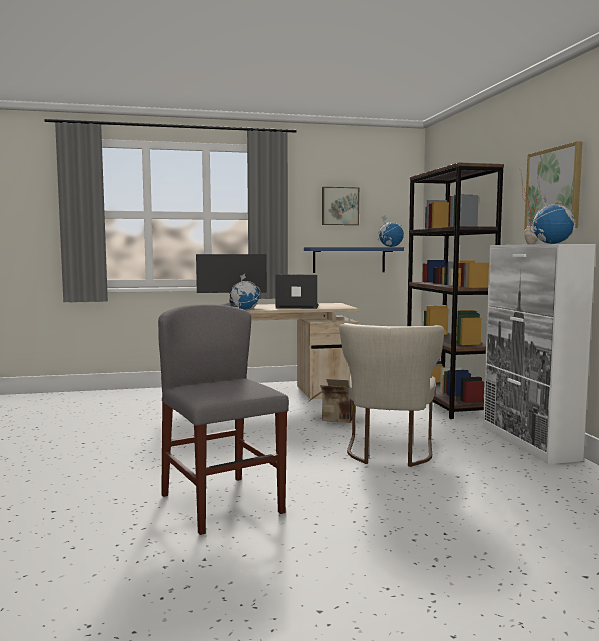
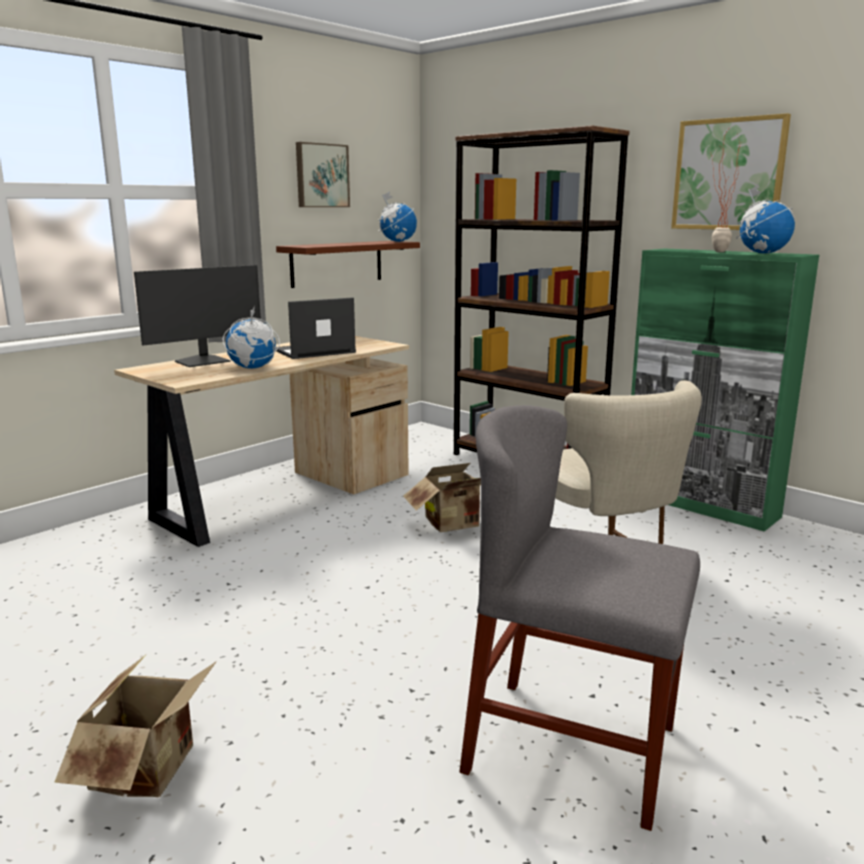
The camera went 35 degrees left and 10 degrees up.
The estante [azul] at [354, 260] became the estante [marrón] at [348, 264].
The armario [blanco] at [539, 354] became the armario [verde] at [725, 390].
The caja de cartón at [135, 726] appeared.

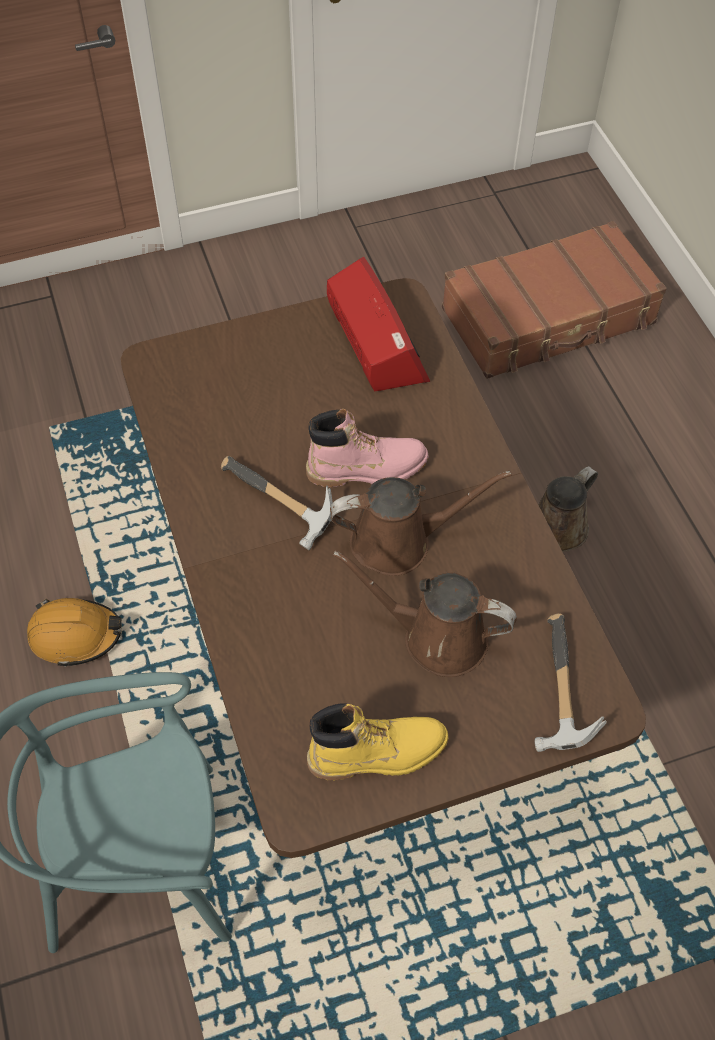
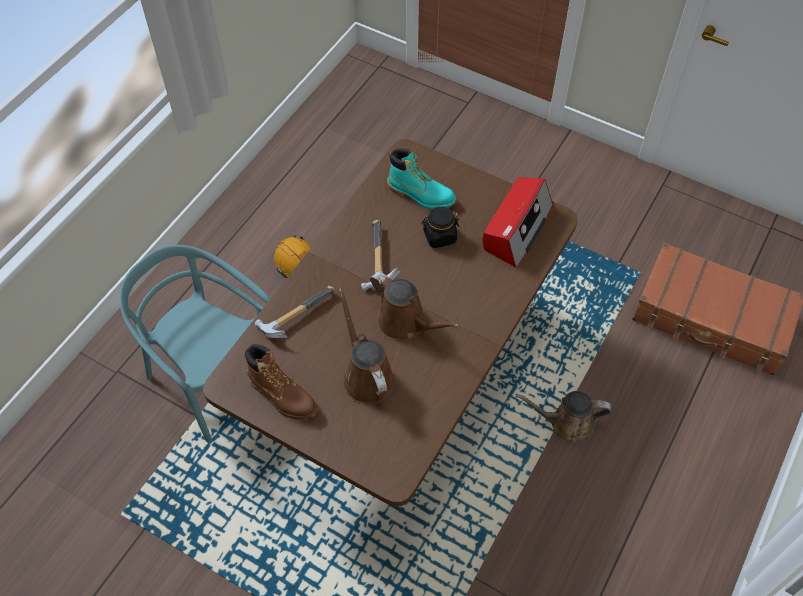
The camera went 50 degrees right and 0 degrees up.
The bota [rosa] at [367, 448] disappeared.
The bota [amarillo] at [378, 741] became the bota [marrón] at [281, 382].
The martillo moved from [570, 682] to [295, 312].
The bota [turquesa] at [421, 178] appeared.
The tarro [negro] at [440, 227] appeared.

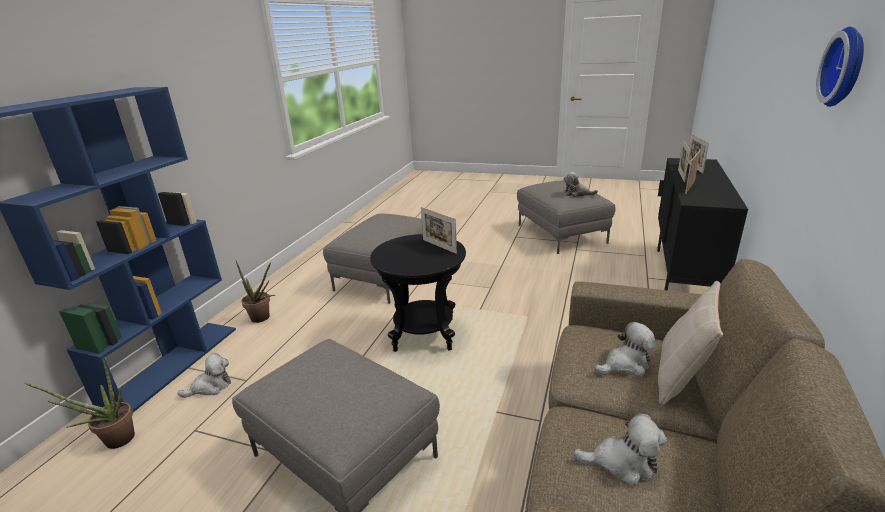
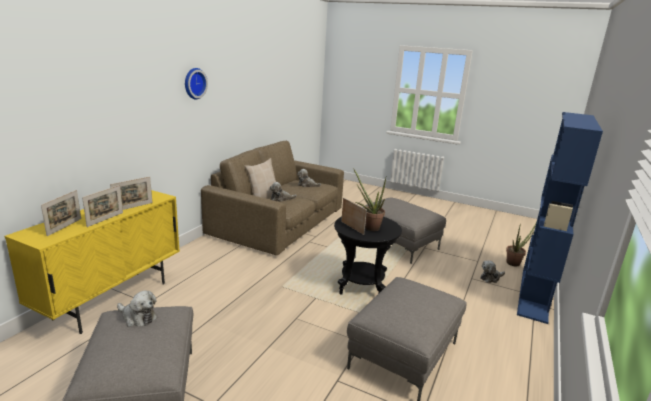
The camera went 175 degrees left and 5 degrees down.
The planta en maceta moved from [255, 291] to [369, 199].
The armario [negro] at [702, 224] became the armario [amarillo] at [92, 262].

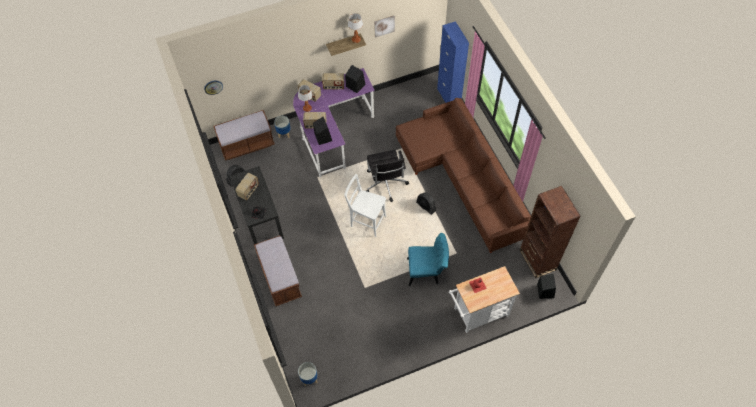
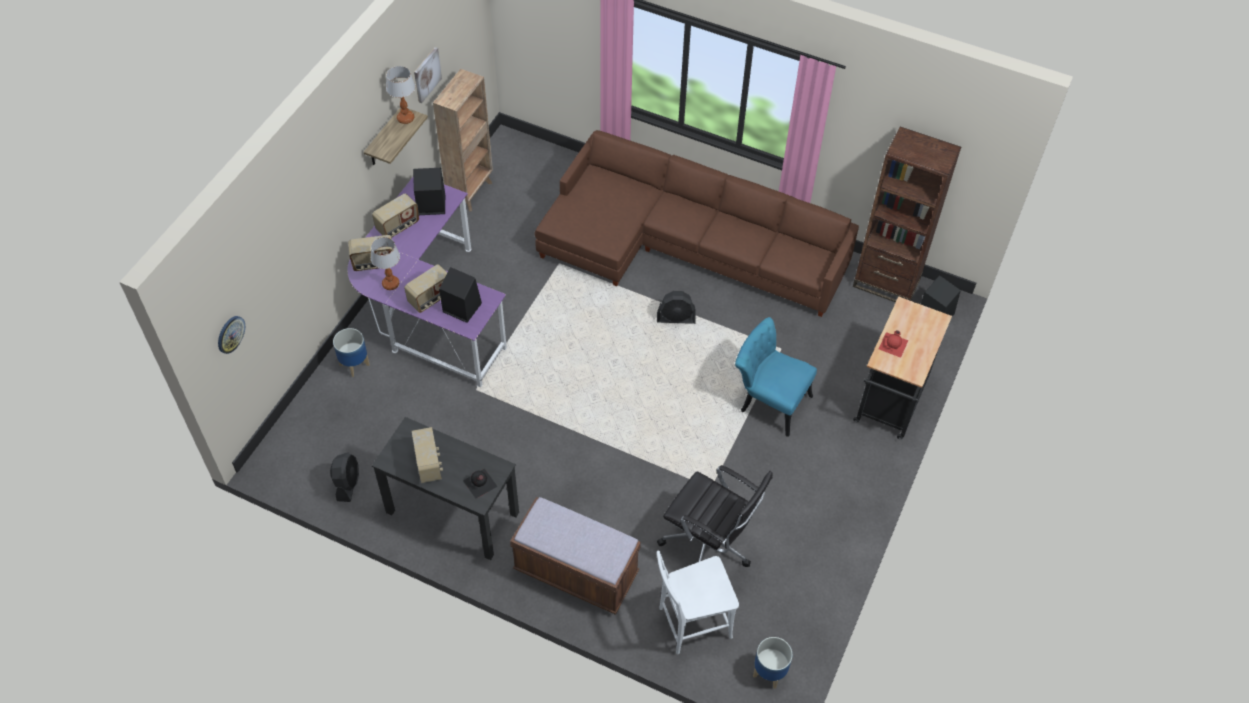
The camera went 45 degrees left and 5 degrees down.
The banco [marrón] at [244, 135] disappeared.
The silla [blanco] moved from [365, 205] to [698, 603].
The silla de oficina [negro] moved from [387, 176] to [715, 516].
The silla [turquesa] at [428, 259] turned 105 degrees counterclockwise.
The armario [azul] at [453, 62] disappeared.
The carrito [blanco] at [484, 299] became the carrito [negro] at [902, 368].
The estantería [marrón] at [463, 140] appeared.

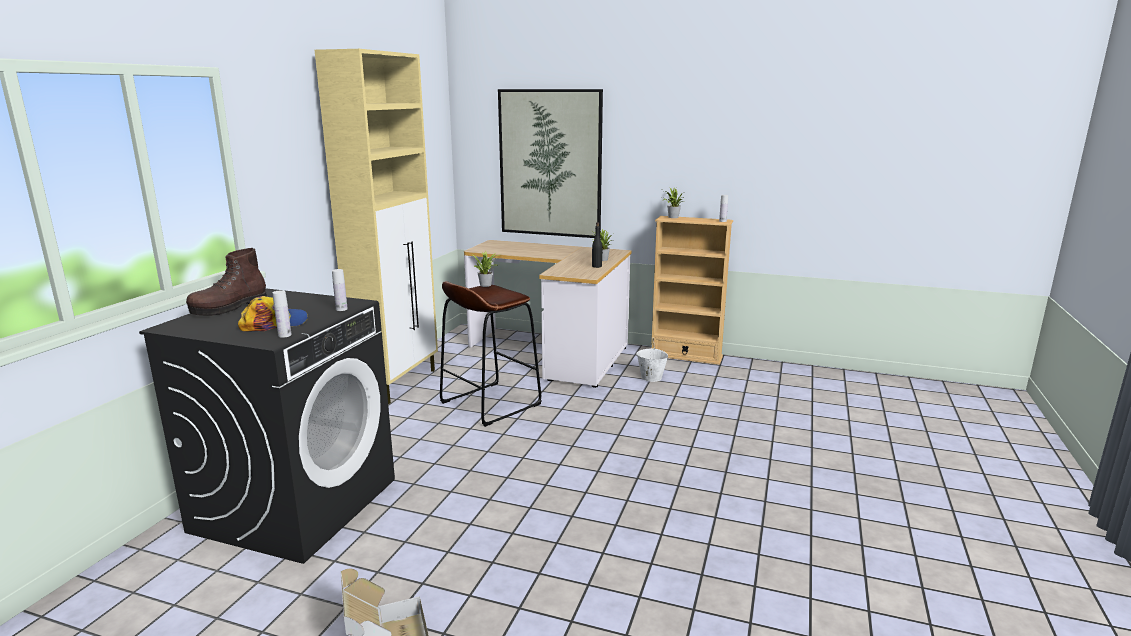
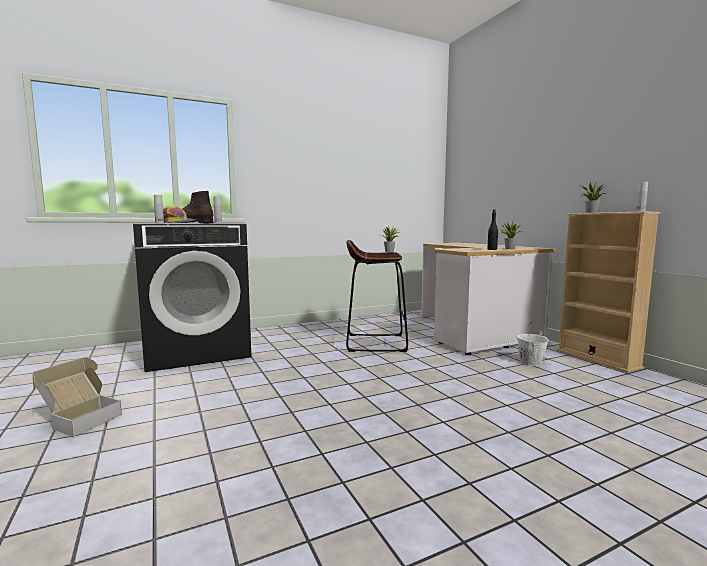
The camera went 45 degrees right and 10 degrees down.
The armario [beis] at [376, 226] disappeared.
The cuadro at [550, 163] disappeared.

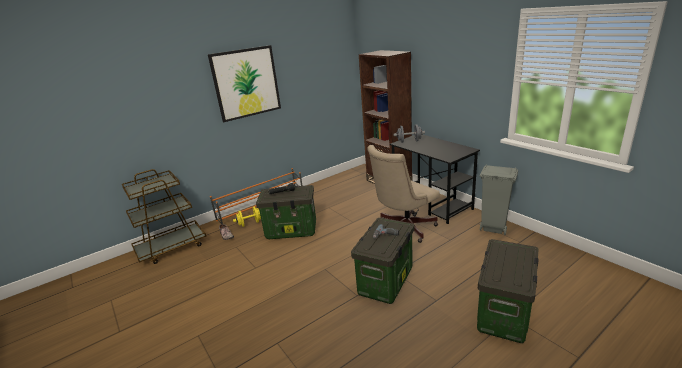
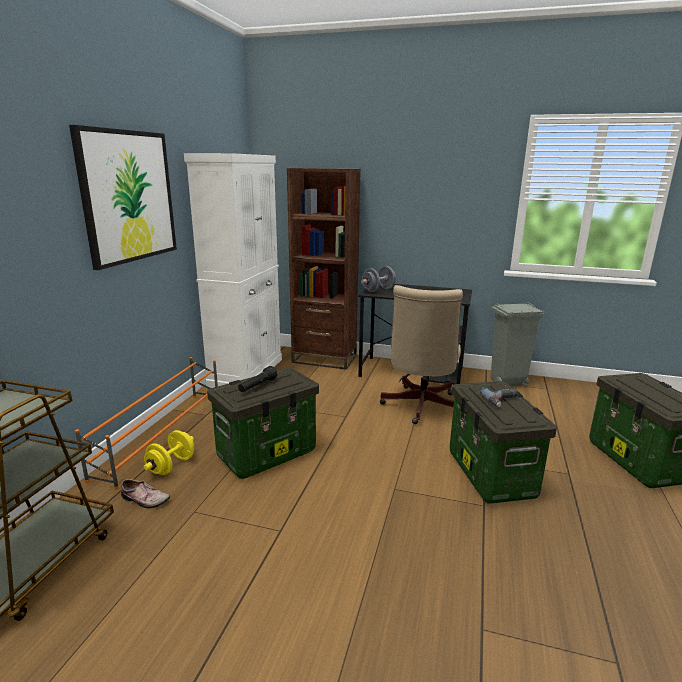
The camera went 40 degrees left and 5 degrees down.
The armario [blanco] at [233, 270] appeared.

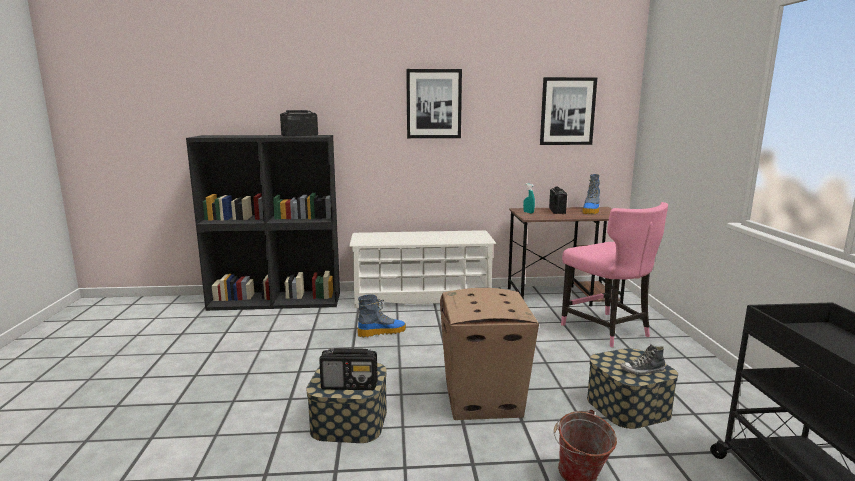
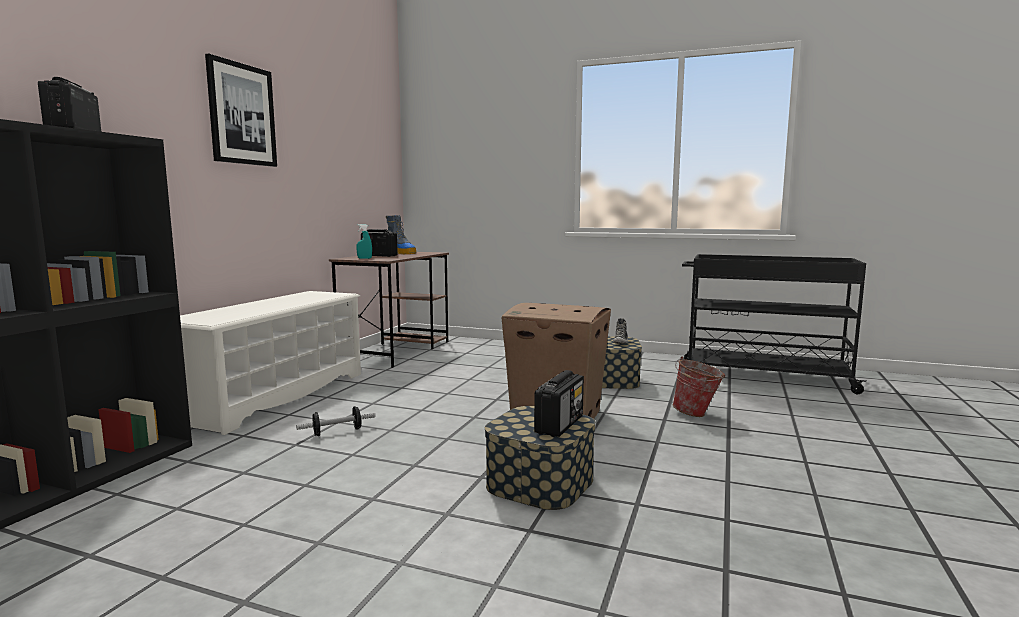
The camera went 65 degrees left and 5 degrees down.
The bota at [381, 315] was replaced by the mancuerna at [335, 421].
The cuadro at [568, 111] disappeared.
The silla [rosa] at [614, 274] disappeared.

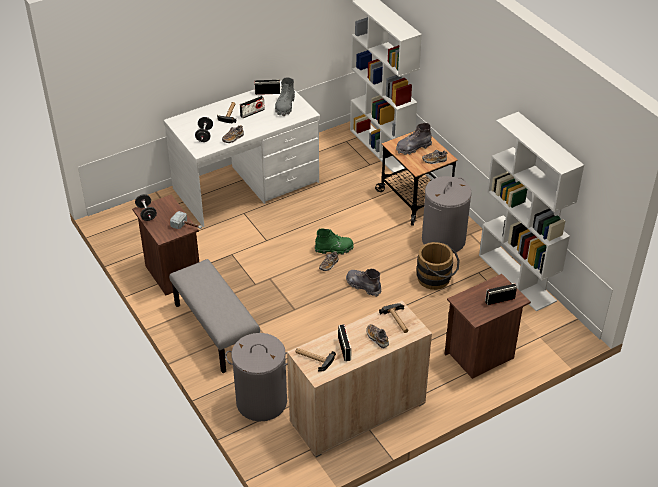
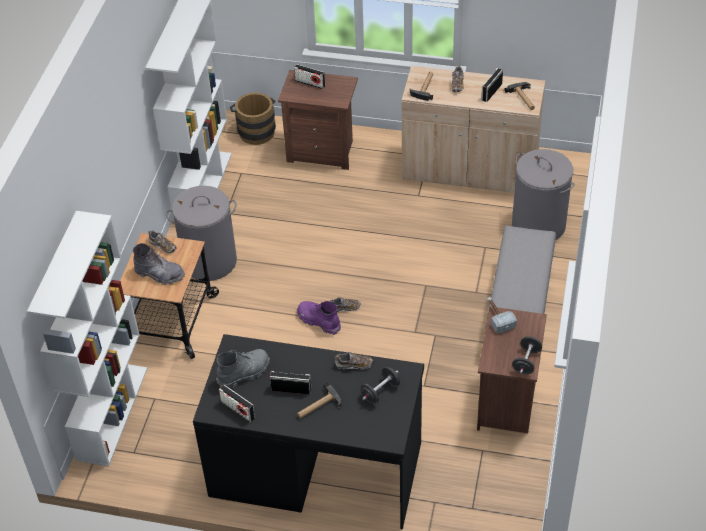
The camera went 135 degrees left and 5 degrees up.
The escritorio [blanco] at [241, 153] became the escritorio [negro] at [308, 431].
The bota [verde] at [334, 241] became the bota [morado] at [319, 318].
The bota [gris] at [364, 283] disappeared.
The cubo [marrón] moved from [438, 266] to [253, 118].

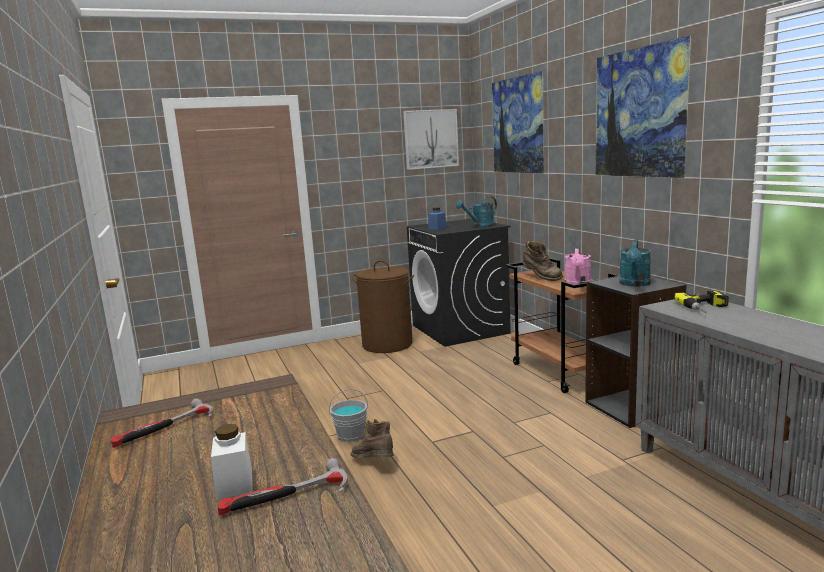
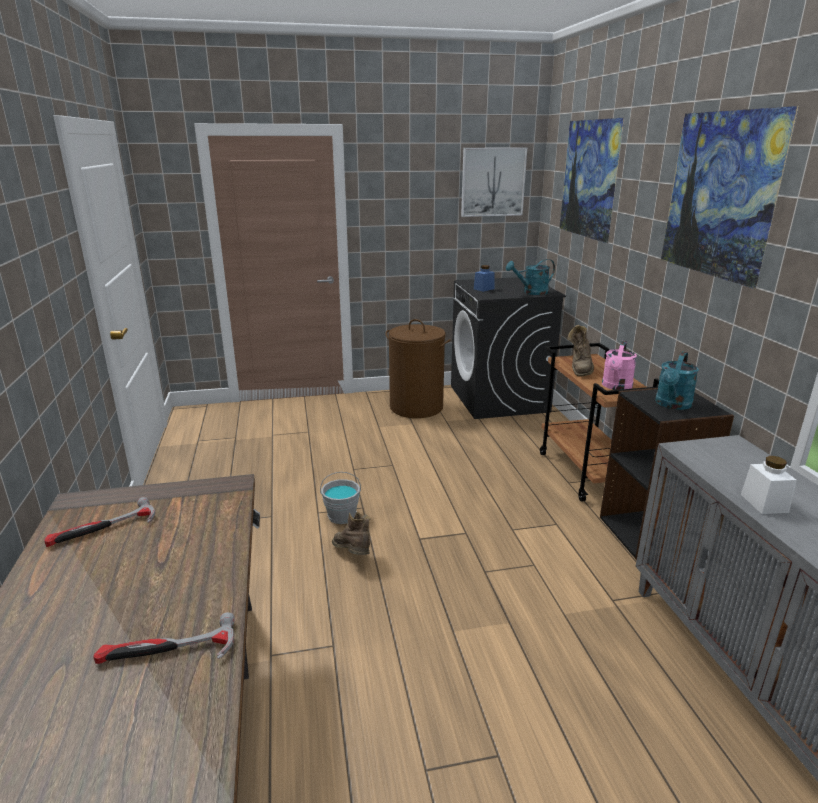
The camera went 10 degrees right and 10 degrees up.
The tarro [blanco] moved from [232, 462] to [768, 485].
The bota [marrón] at [543, 261] turned 45 degrees clockwise.
The taladro at [701, 301] disappeared.

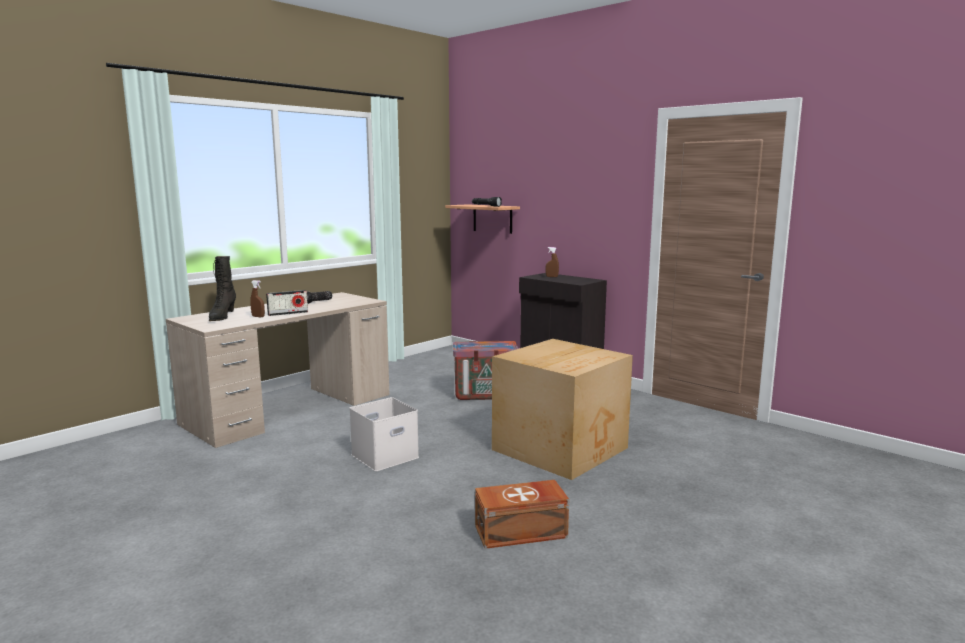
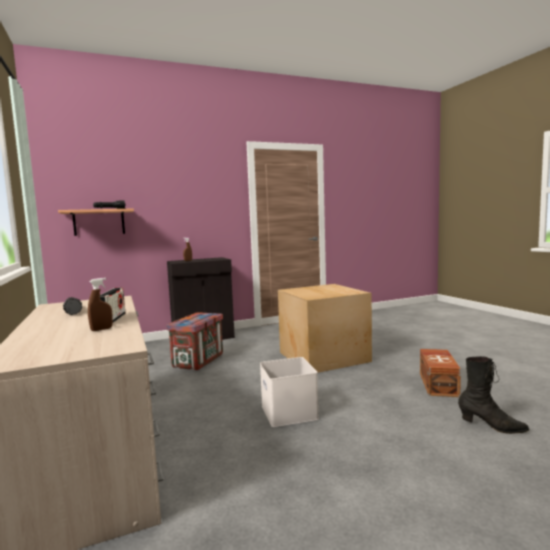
The camera went 65 degrees left and 5 degrees down.
The bota [negro] moved from [222, 288] to [493, 395].

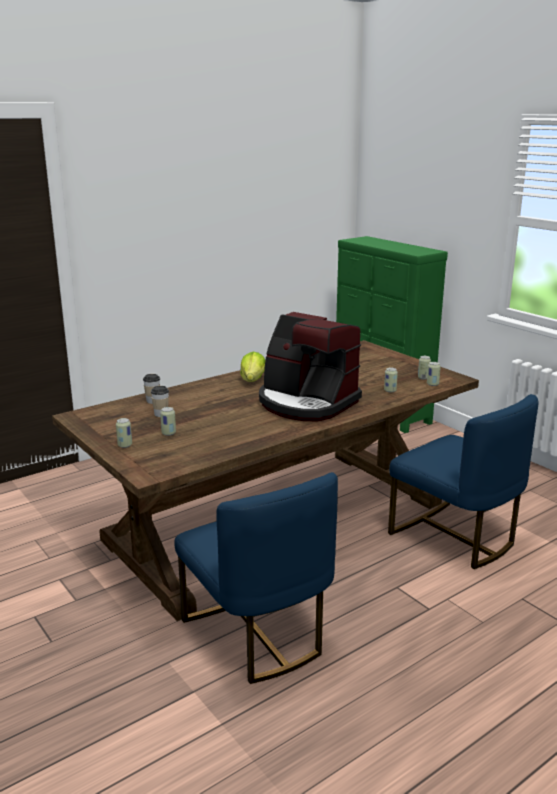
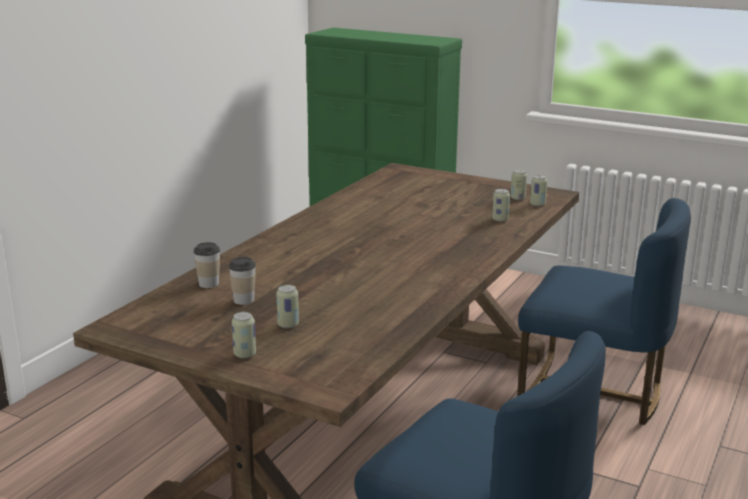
The camera went 25 degrees left and 0 degrees up.
The lechuga at [252, 367] disappeared.
The cafetera at [310, 366] disappeared.

